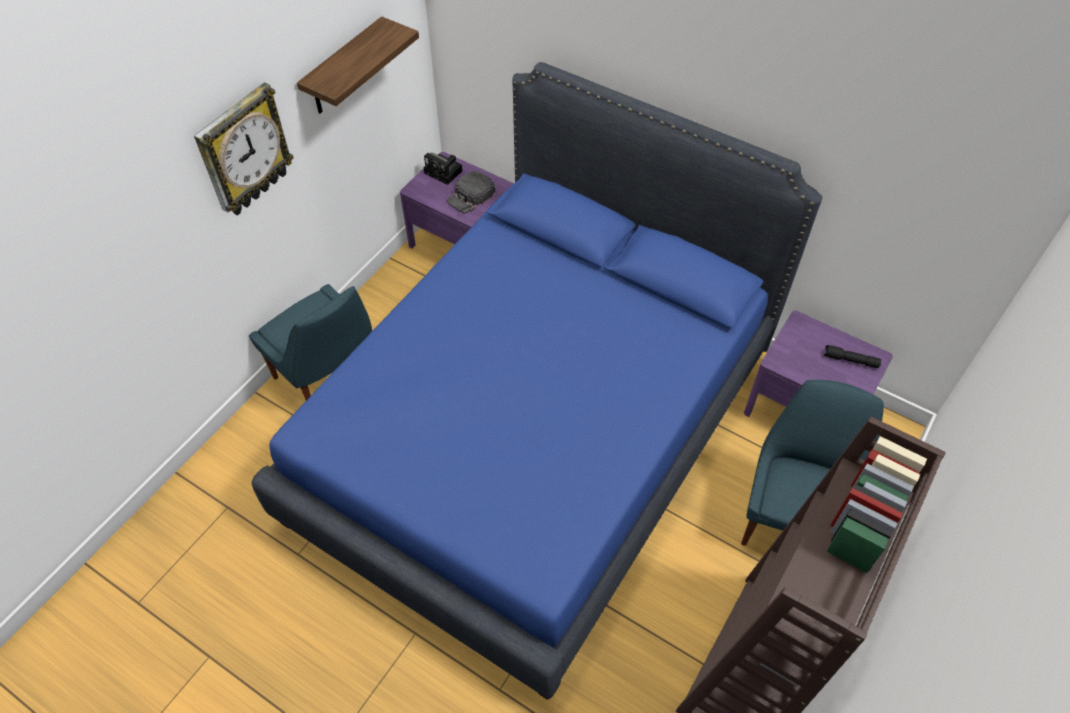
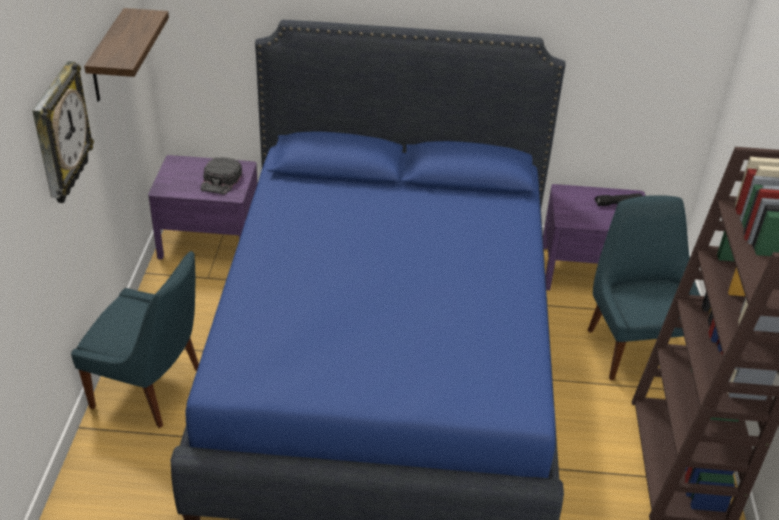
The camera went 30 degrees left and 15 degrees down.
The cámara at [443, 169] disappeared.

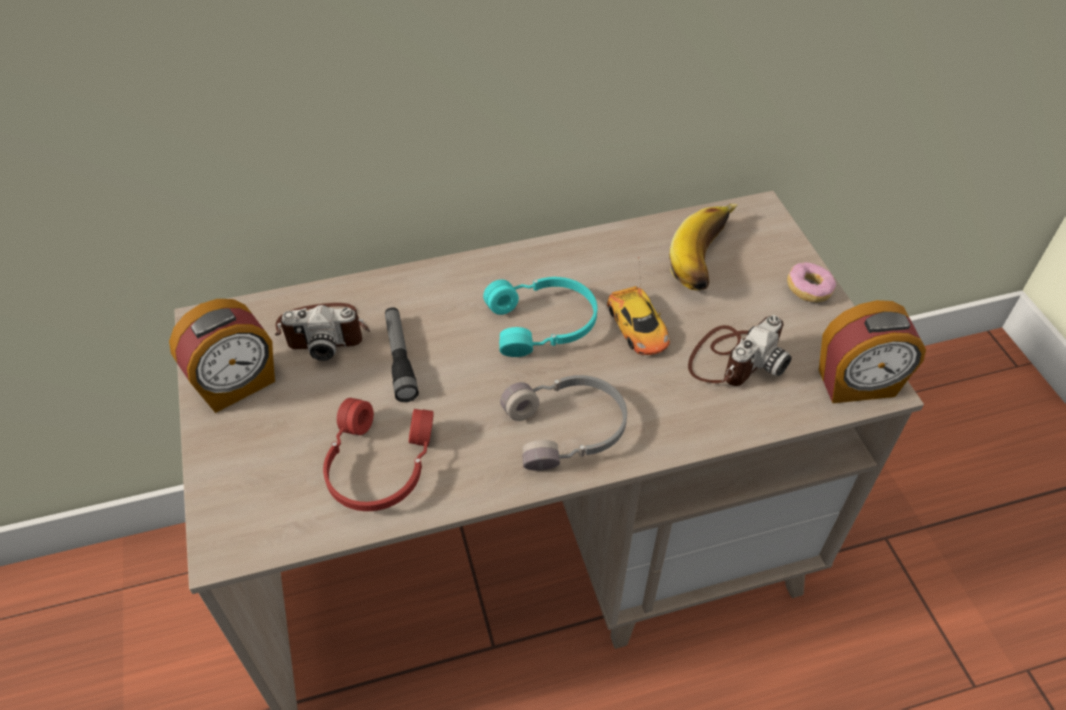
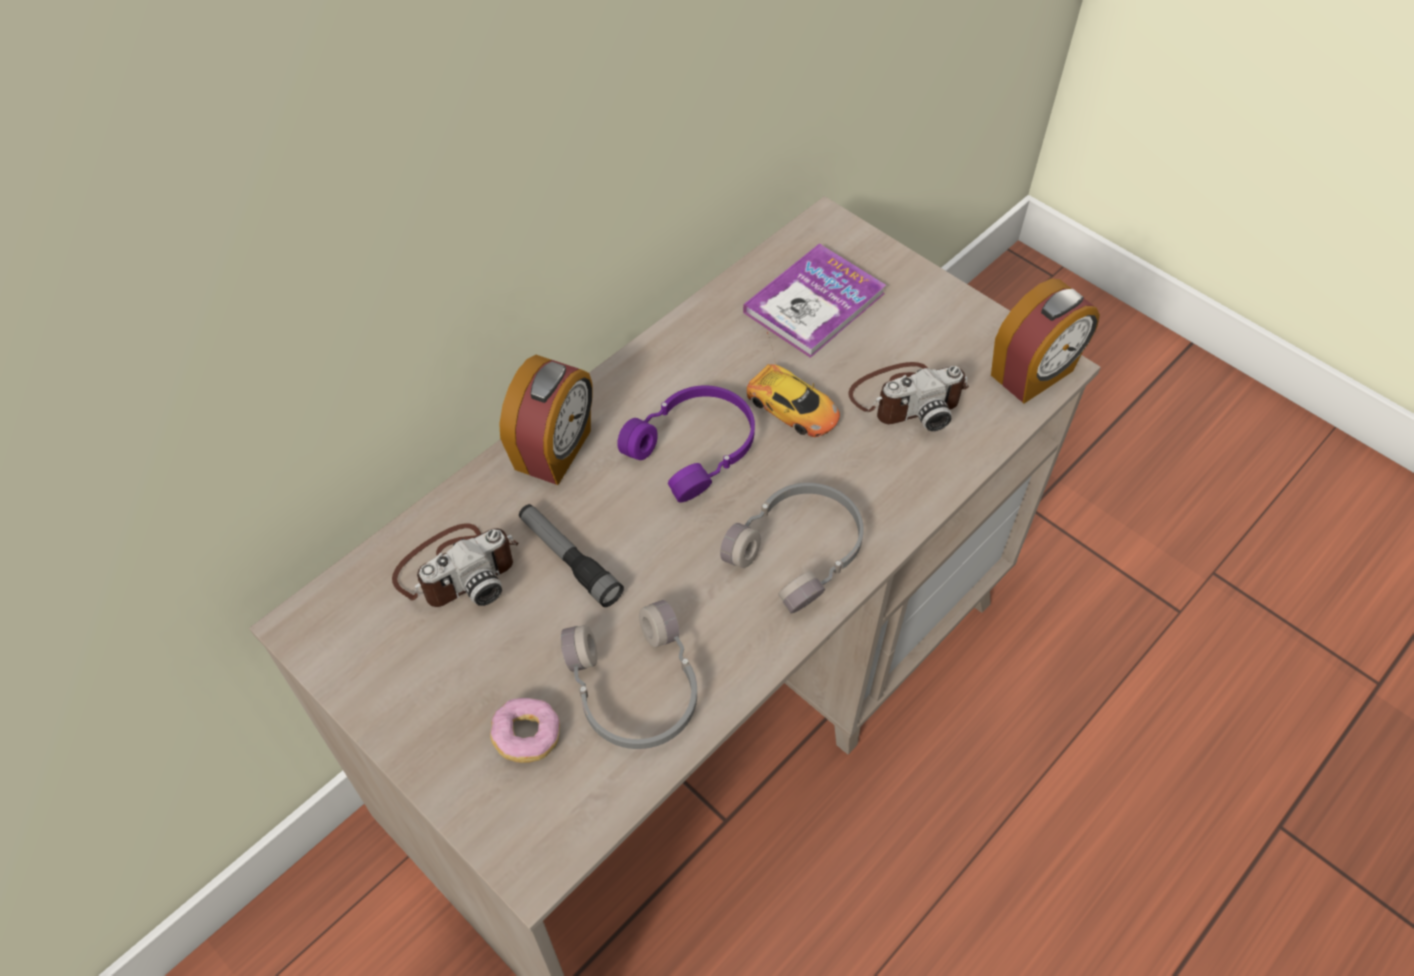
The camera went 30 degrees left and 5 degrees up.
The despertador moved from [222, 356] to [546, 420].
The auriculares [rojo] at [378, 454] became the auriculares [gris] at [629, 674].
The auriculares [turquesa] at [540, 317] became the auriculares [morado] at [686, 444].
The plátano at [704, 246] was replaced by the libro at [814, 301].
The cámara at [740, 350] turned 60 degrees clockwise.
The rosquilla moved from [811, 282] to [525, 730].

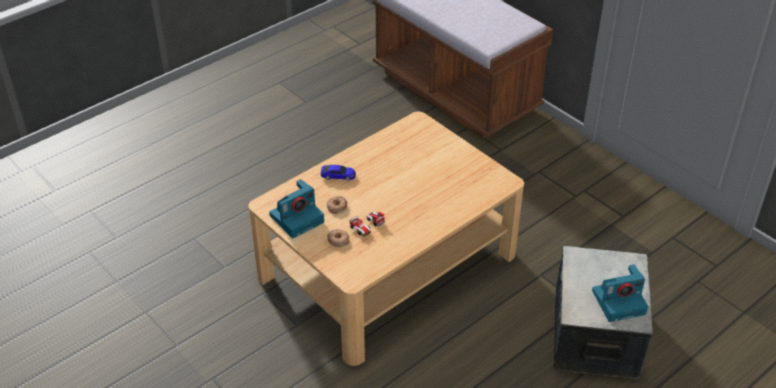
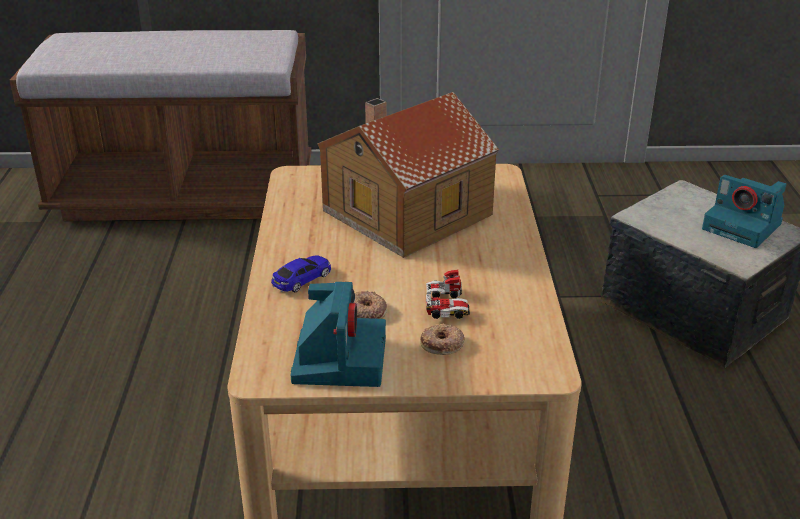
The camera went 50 degrees left and 10 degrees down.
The cámara at [620, 293] turned 105 degrees clockwise.
The casita at [408, 175] appeared.

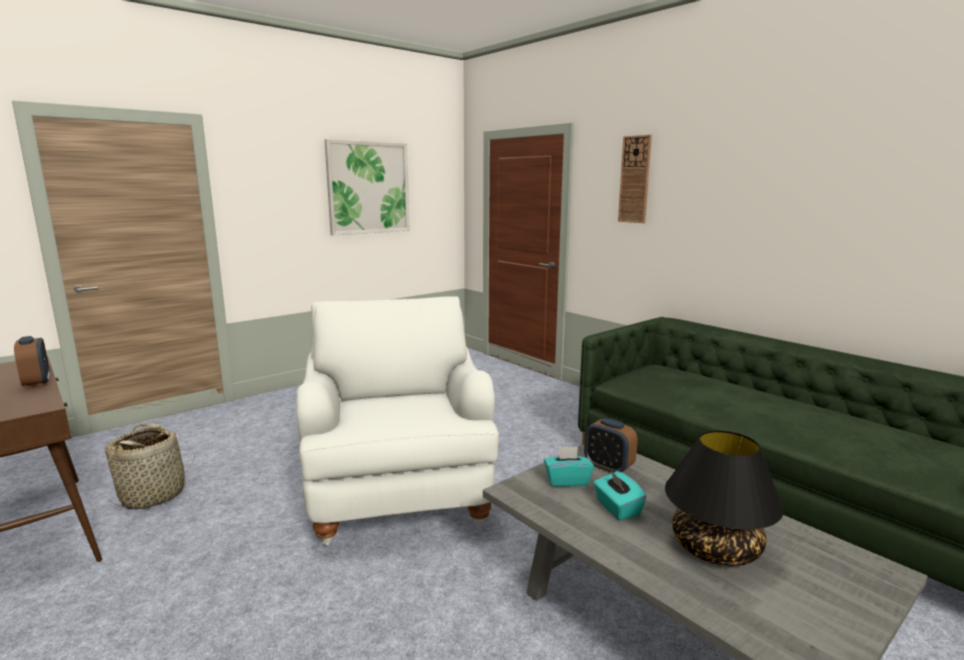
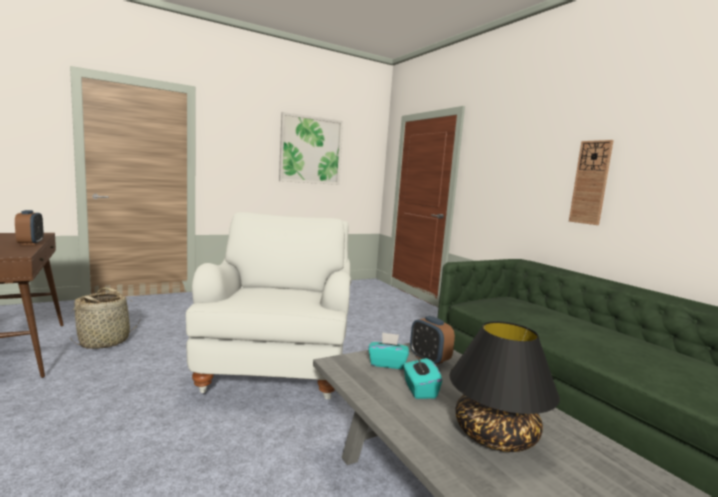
The camera went 10 degrees right and 5 degrees down.
The reloj de pared moved from [635, 179] to [591, 182].

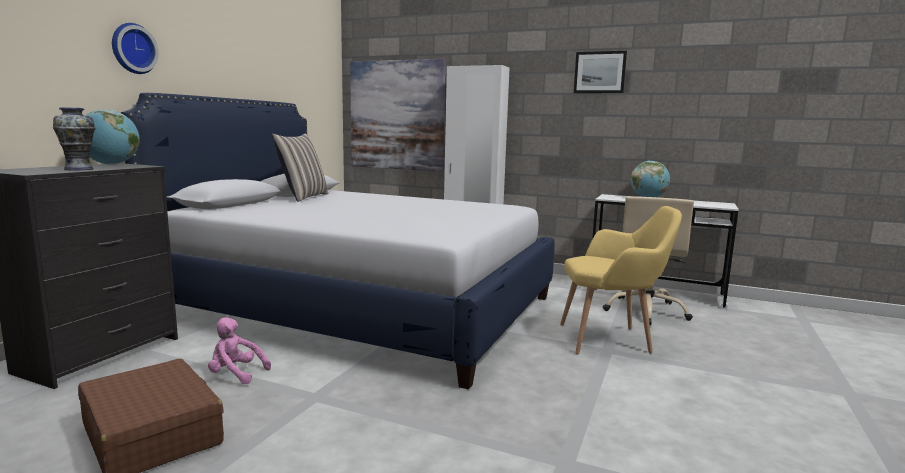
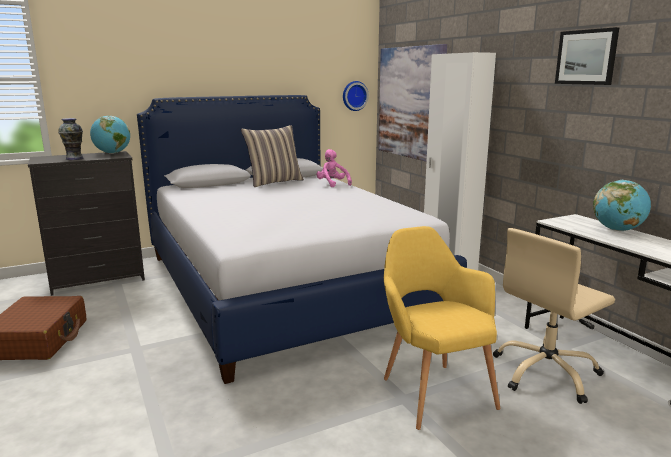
The camera went 40 degrees right and 5 degrees up.
The reloj de pared moved from [135, 48] to [356, 96].
The peluche [rosa] moved from [239, 350] to [334, 168].
The sillón [amarillo] at [621, 280] turned 150 degrees counterclockwise.

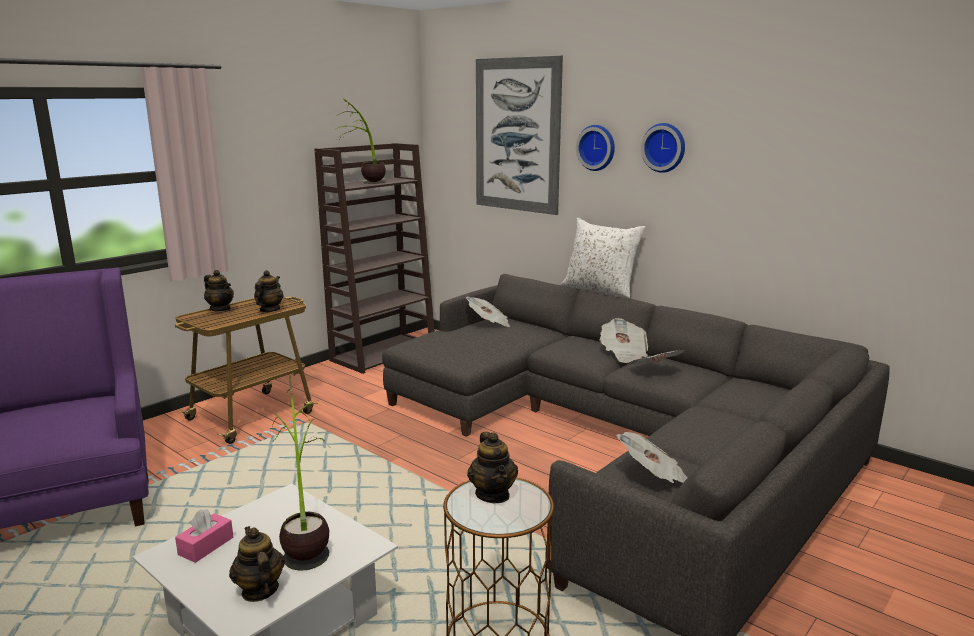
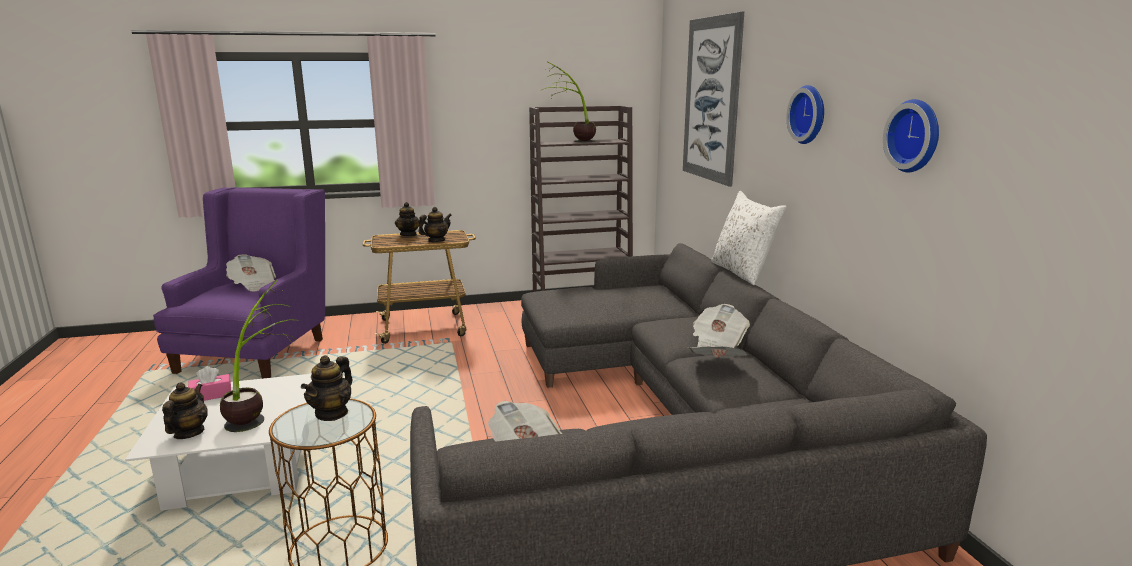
The camera went 35 degrees right and 0 degrees up.
The periódico moved from [488, 312] to [251, 273].
The reloj de pared moved from [595, 148] to [911, 135].

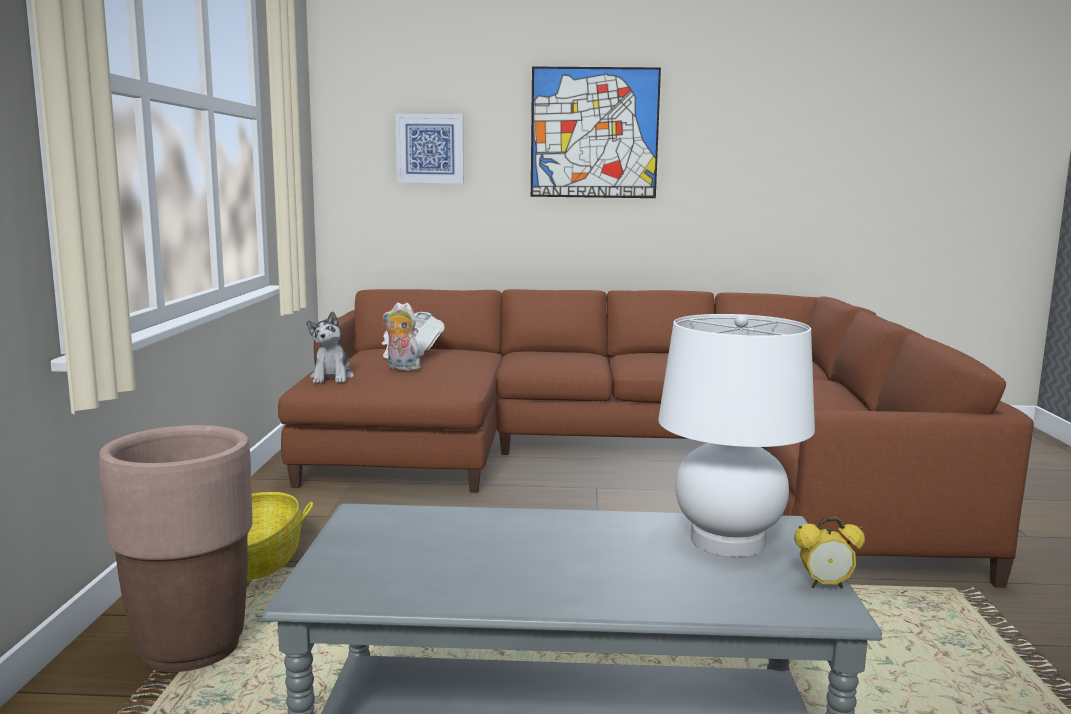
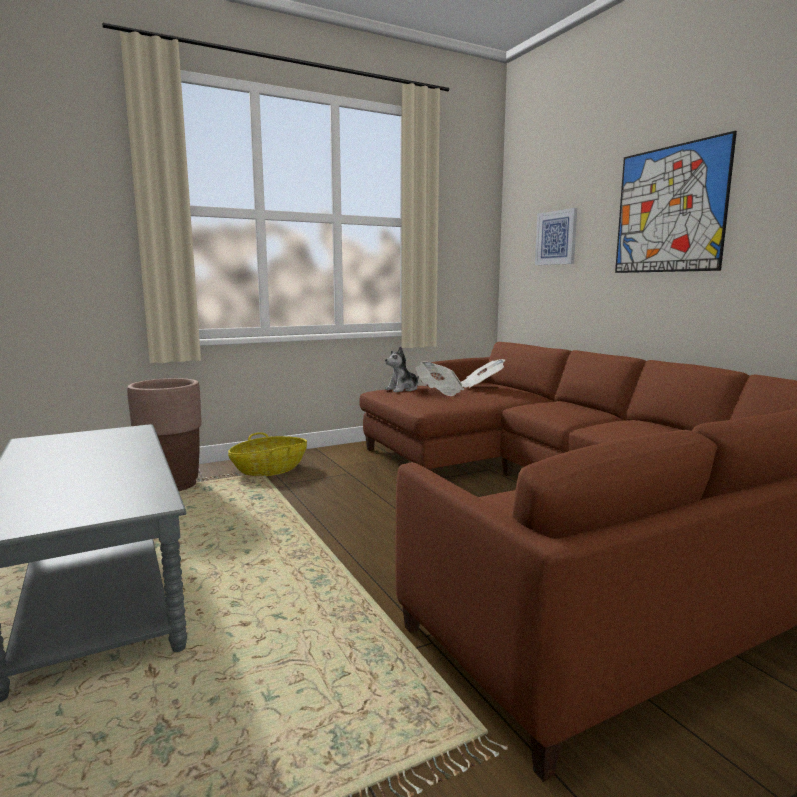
The camera went 60 degrees right and 0 degrees up.
The peluche at [401, 336] was replaced by the periódico at [439, 378].
The lámpara de mesa [blanco] at [736, 435] disappeared.
The despertador at [829, 552] disappeared.

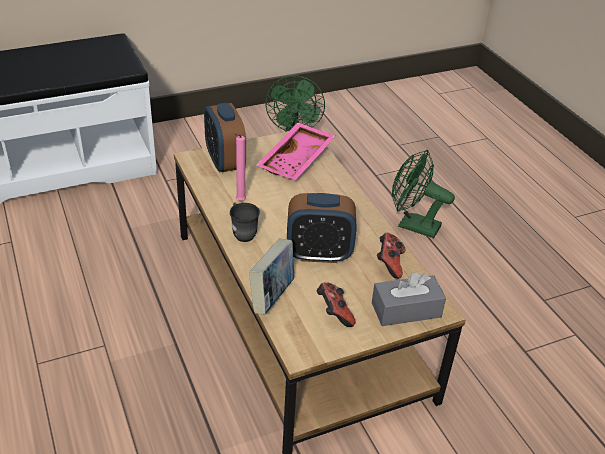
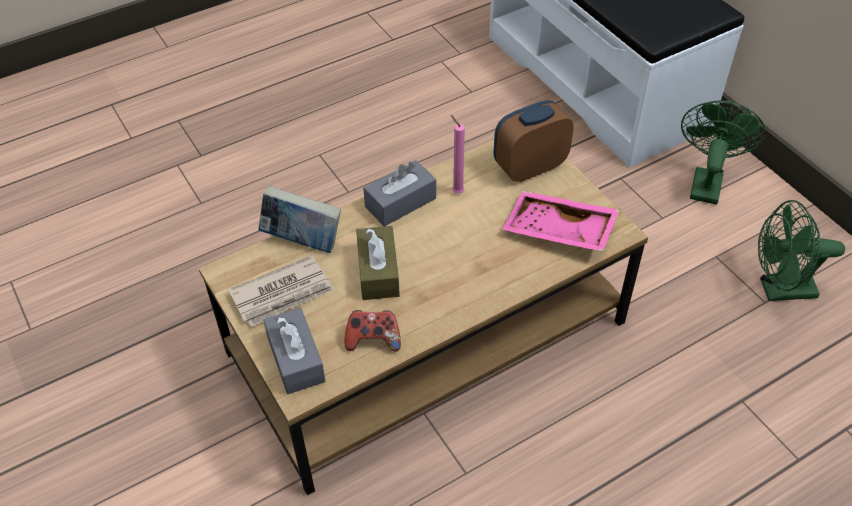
The camera went 85 degrees right and 10 degrees up.
The taza grande [gris] at [245, 222] was replaced by the caja de pañuelos [gris] at [399, 193].
The despertador at [321, 228] was replaced by the caja de pañuelos [marrón] at [378, 263].
The mando de consola at [336, 304] was replaced by the periódico at [281, 291].
The ventilador [verde] moved from [423, 194] to [723, 152].

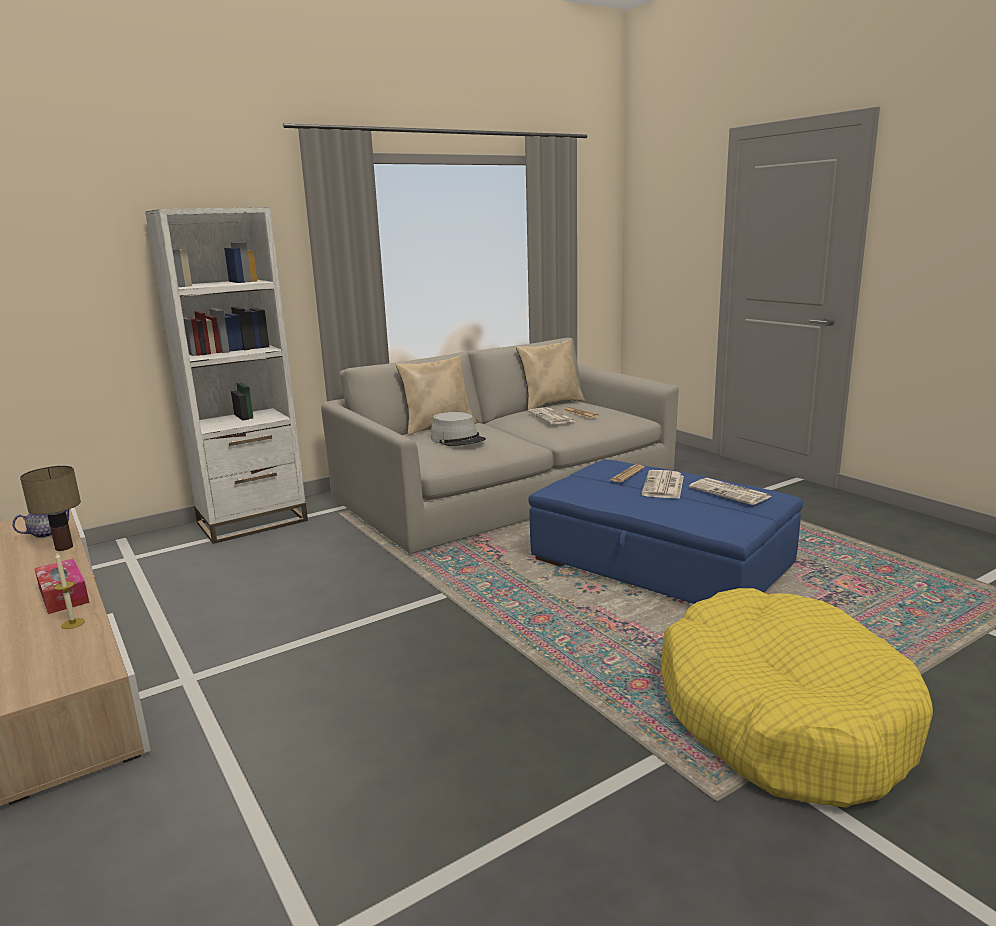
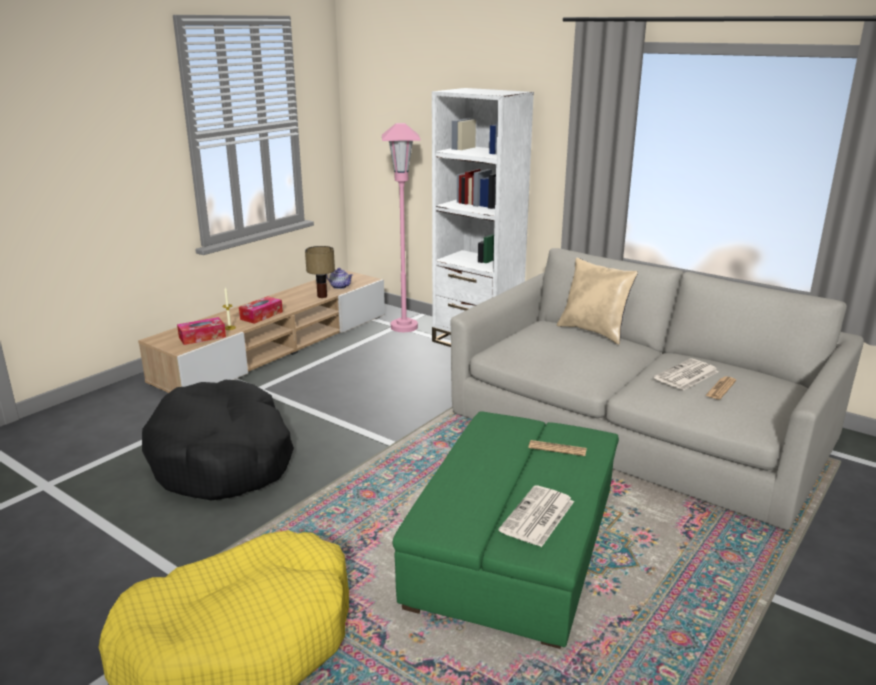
The camera went 70 degrees right and 5 degrees up.
The sombrero [gris] at [458, 429] disappeared.
The cojín [beis] at [550, 374] disappeared.
The puf [azul] at [665, 531] became the puf [verde] at [505, 530].
The periódico at [662, 484] disappeared.
The cama para perro [negro] at [218, 440] appeared.
The caja de pañuelos at [201, 331] appeared.
The lámpara de pie [rosa] at [401, 227] appeared.

